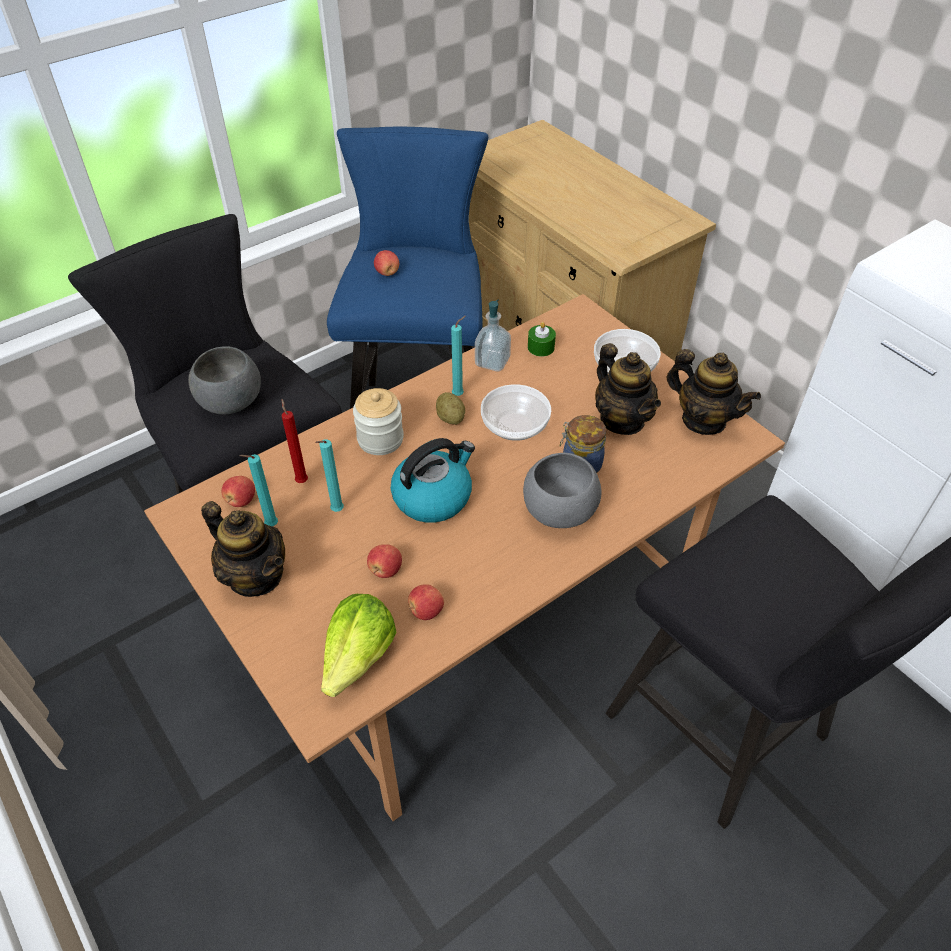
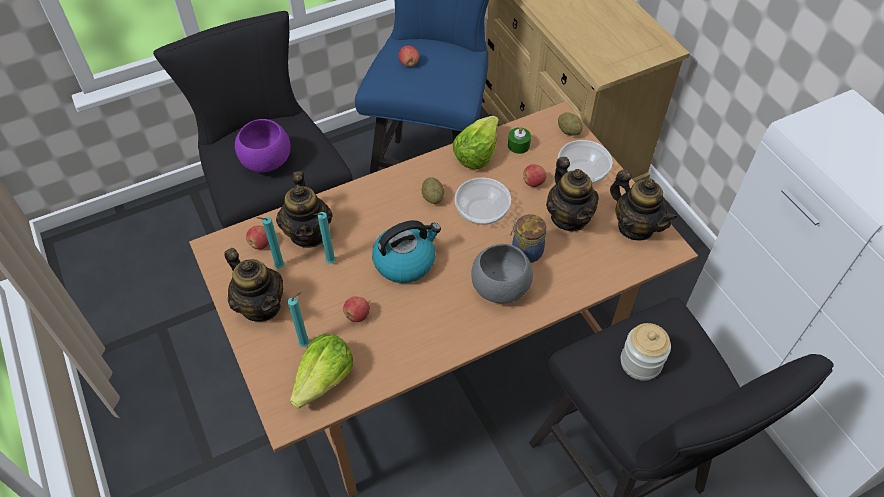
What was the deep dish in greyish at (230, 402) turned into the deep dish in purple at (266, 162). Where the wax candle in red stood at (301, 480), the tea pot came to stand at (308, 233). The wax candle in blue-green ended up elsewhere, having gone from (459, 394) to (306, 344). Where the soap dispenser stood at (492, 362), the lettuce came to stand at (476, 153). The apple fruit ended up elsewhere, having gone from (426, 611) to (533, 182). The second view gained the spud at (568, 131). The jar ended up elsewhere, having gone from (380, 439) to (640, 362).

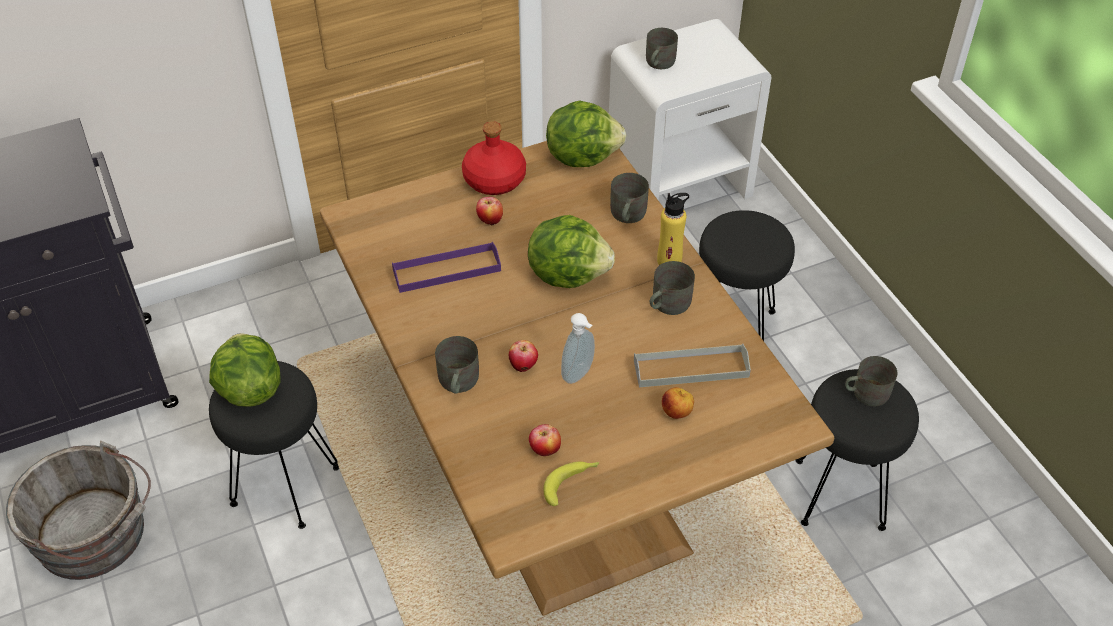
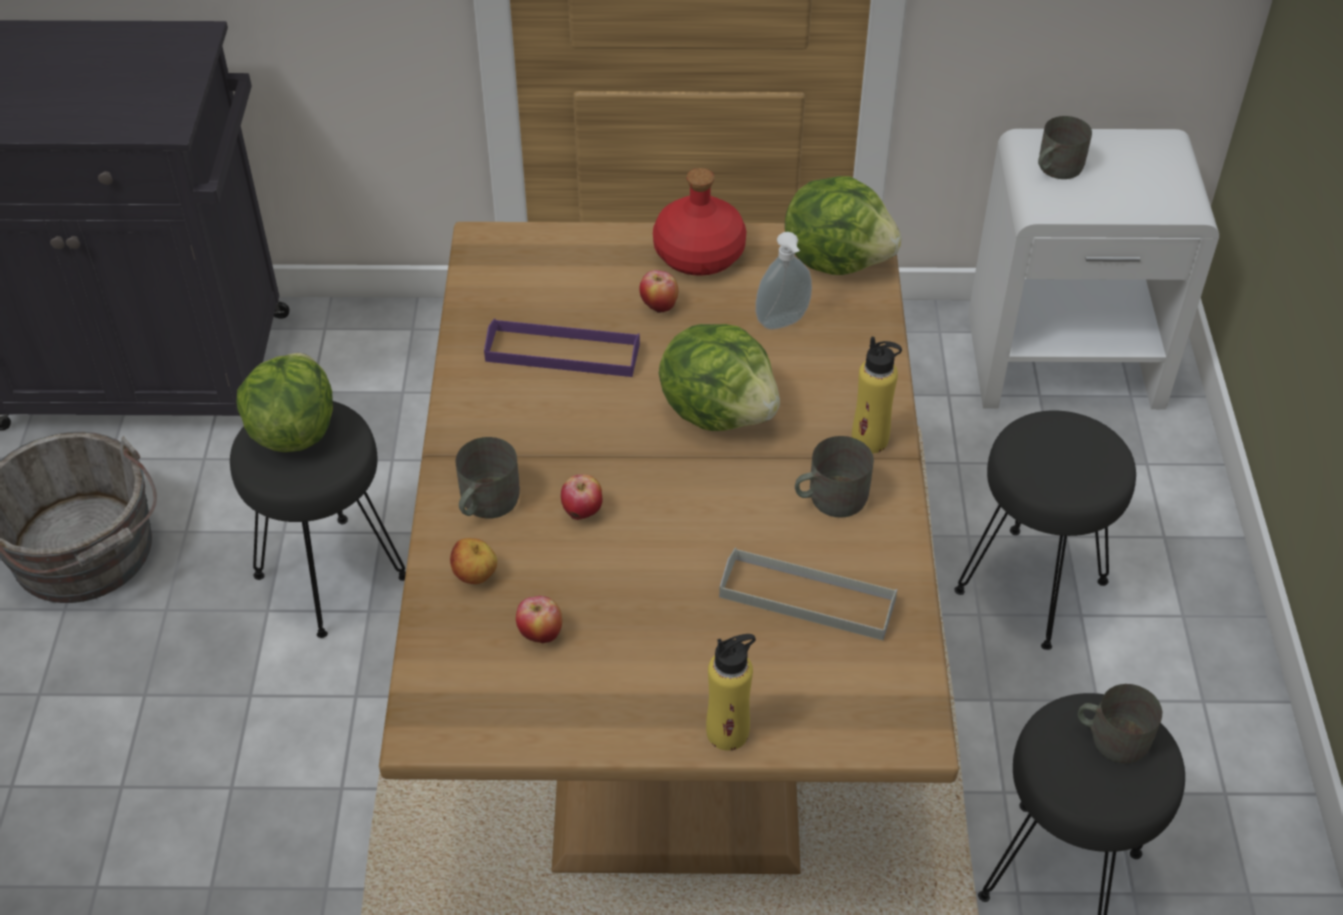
The apple fruit ended up elsewhere, having gone from (677, 413) to (475, 576). The second view gained the beverage bottle in yellowish at (728, 732). The soap dispenser ended up elsewhere, having gone from (579, 375) to (783, 323). The second view lost the banana at (571, 483). The second view lost the mug in greyish at (627, 215).

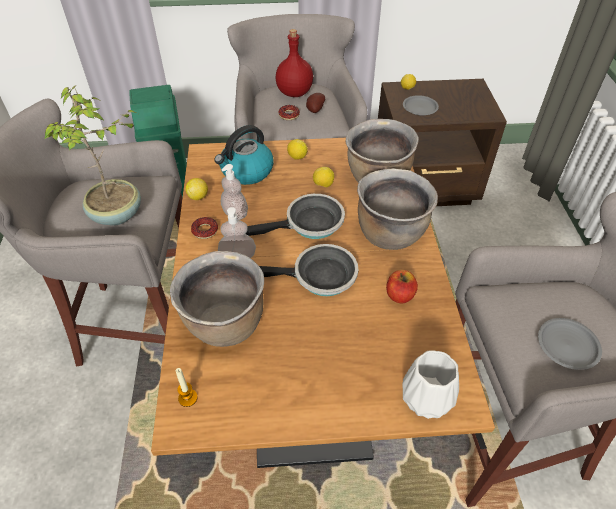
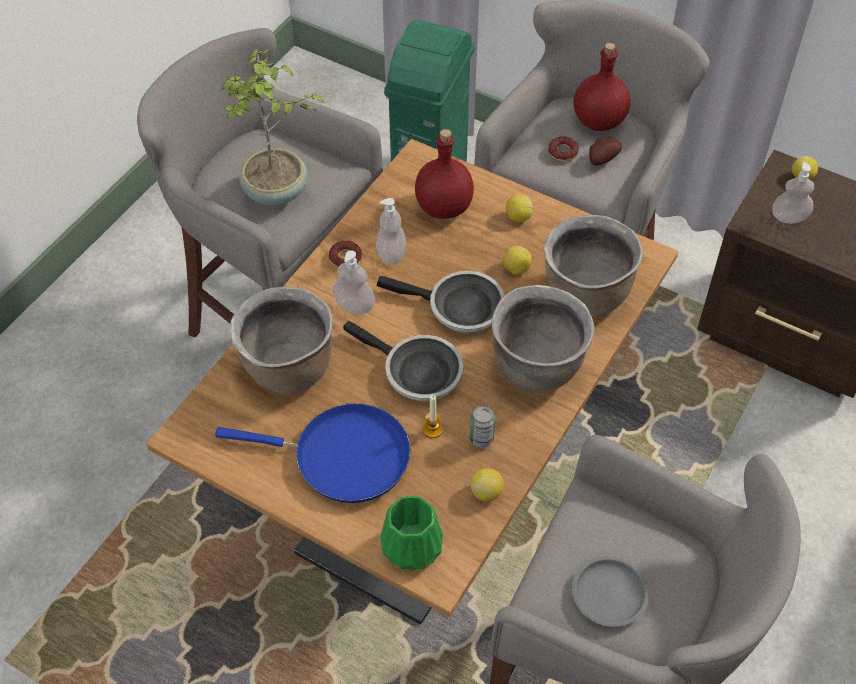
The second view gained the skillet in blue-coloured at (343, 457). What was the flower vase in whitish at (428, 397) turned into the flower vase in green-coloured at (413, 548). Where the water kettle stood at (246, 172), the beverage bottle in red came to stand at (445, 207). The wax candle ended up elsewhere, having gone from (188, 398) to (432, 429). Where the apple fruit stood at (400, 295), the sealed can came to stand at (481, 439). The whole lemon ended up elsewhere, having gone from (198, 196) to (486, 492). Where the flat dish in greyish stood at (420, 108), the soap dispenser came to stand at (789, 217).

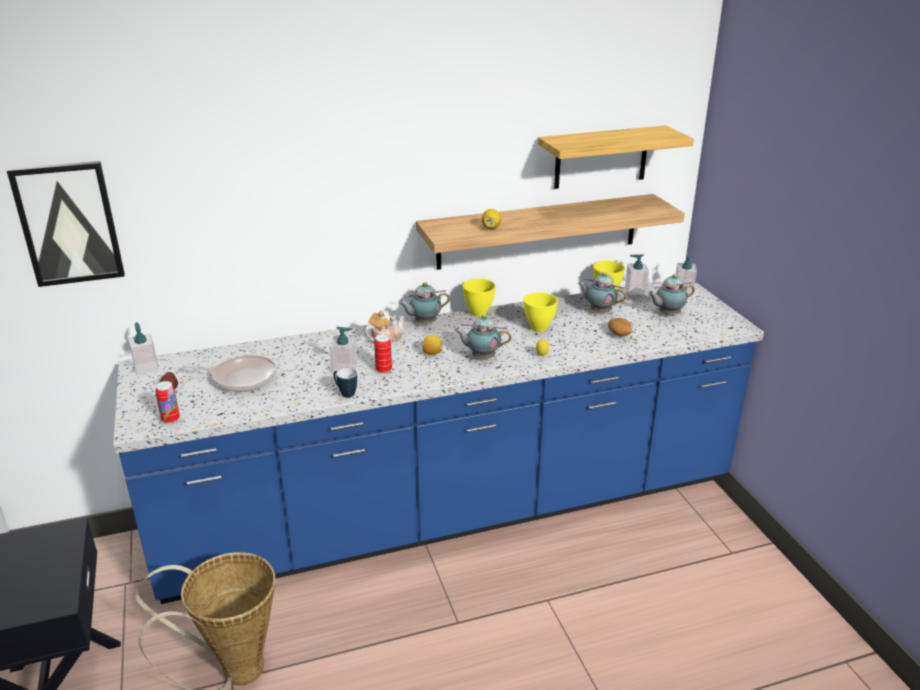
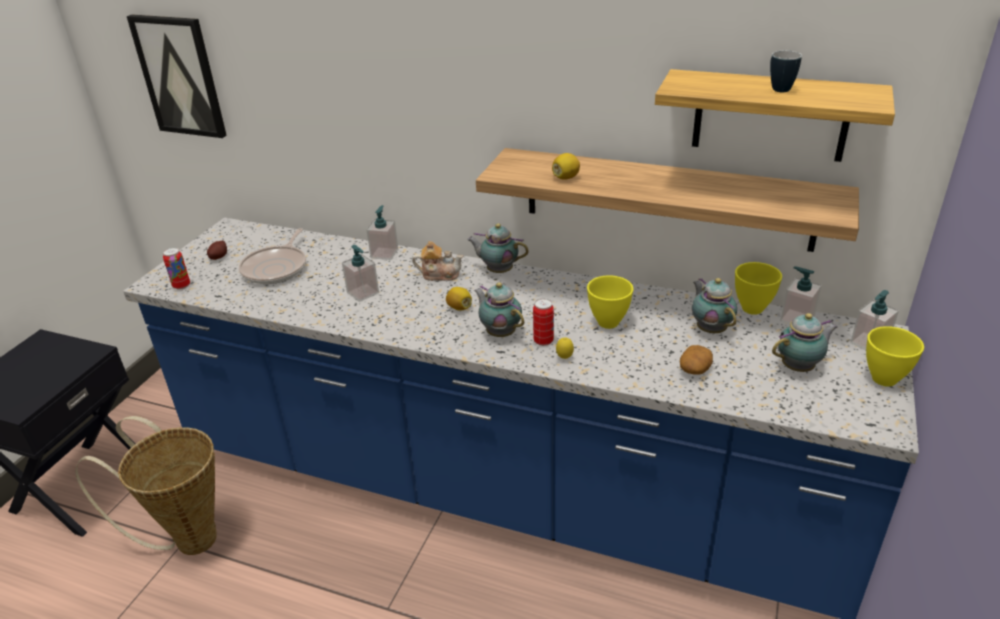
The skillet at (241, 378) ended up facing another way, 60 degrees clockwise from before. The soap dispenser ended up elsewhere, having gone from (146, 367) to (384, 253). The sealed can ended up elsewhere, having gone from (384, 370) to (543, 341). The mug ended up elsewhere, having gone from (345, 393) to (778, 88). The tea pot at (667, 314) ended up facing another way, 135 degrees clockwise from before. The deep dish in yellowish ended up elsewhere, having gone from (477, 313) to (882, 378).

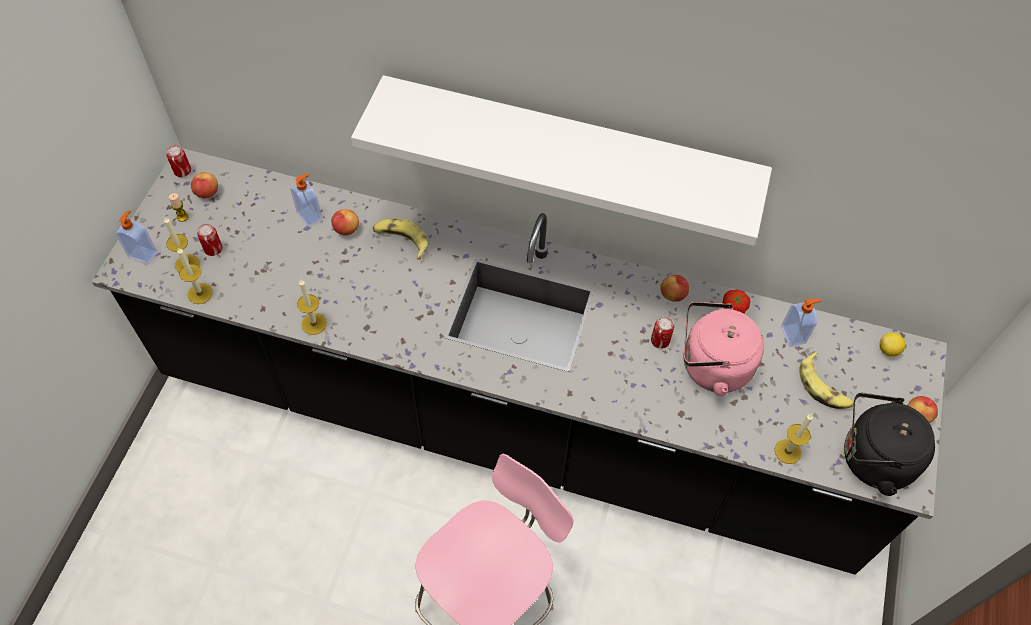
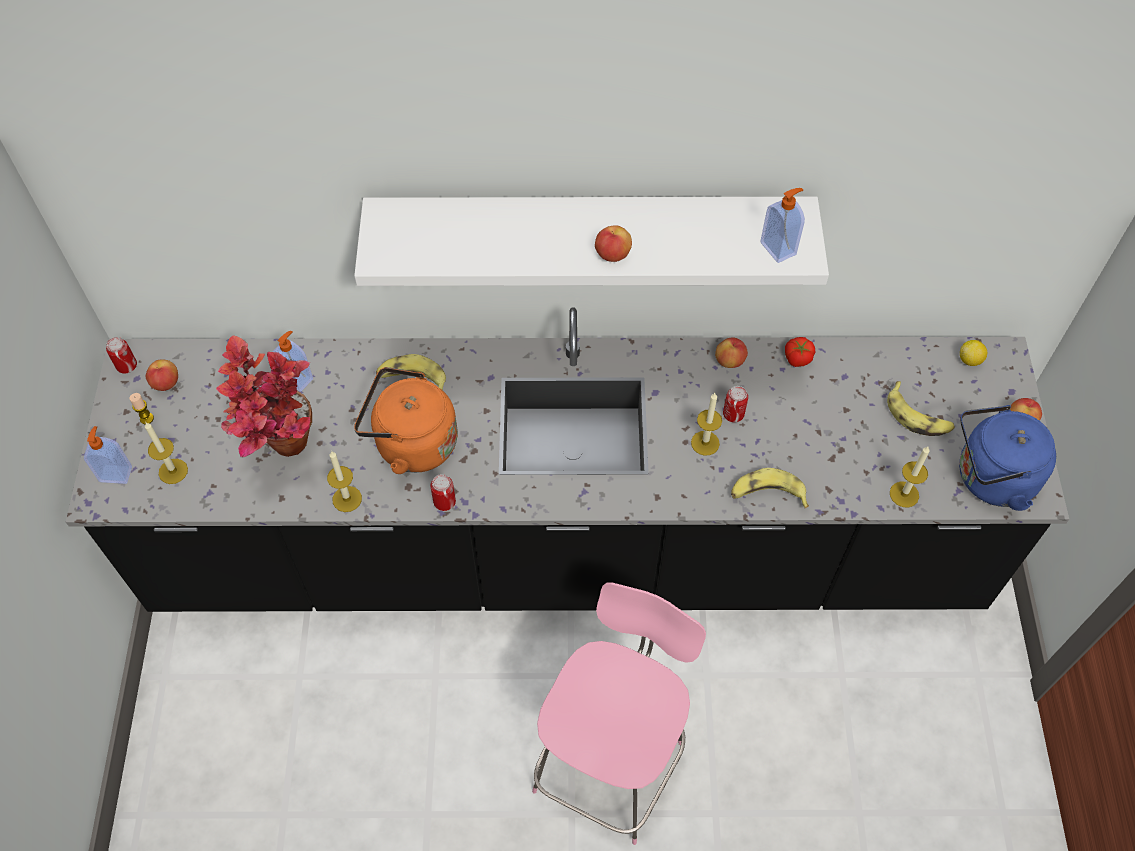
The second view gained the houseplant at (283, 453). The second view gained the water kettle in orange at (411, 443). The sealed can ended up elsewhere, having gone from (213, 249) to (444, 502). The apple fruit ended up elsewhere, having gone from (346, 229) to (612, 255). The wax candle ended up elsewhere, having gone from (200, 293) to (705, 443). The second view gained the banana at (767, 494). The soap dispenser ended up elsewhere, having gone from (794, 335) to (779, 248). What was the water kettle in blackish at (871, 459) turned into the water kettle in blue-coloured at (990, 478). The second view lost the water kettle in pink at (711, 366).

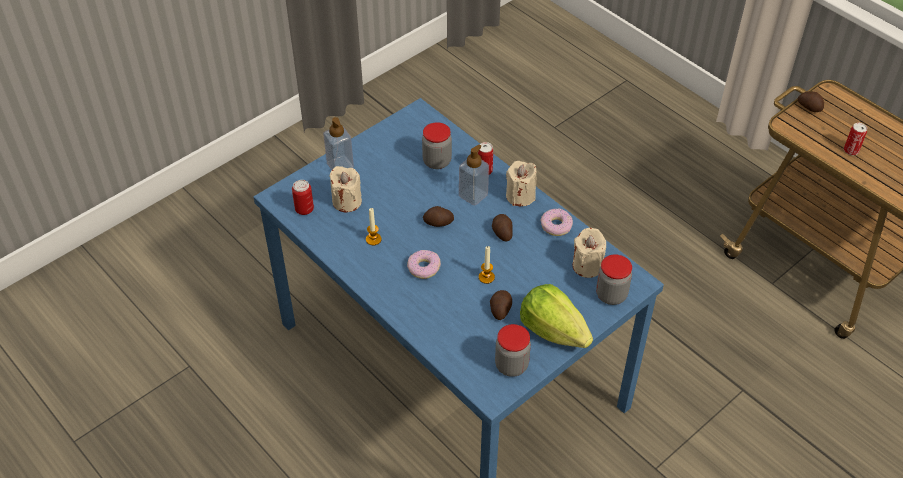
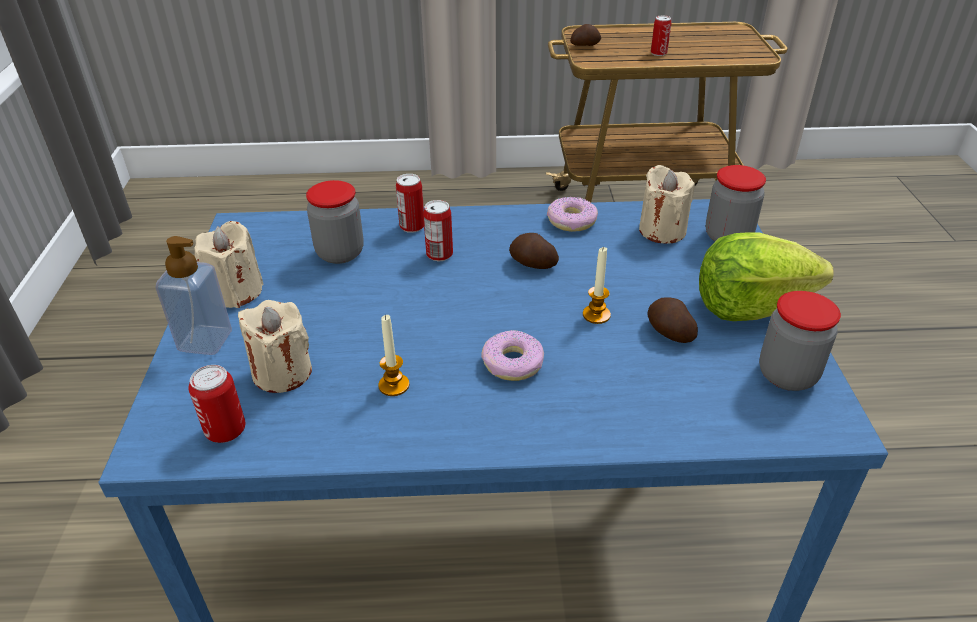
The wax candle in beige ended up elsewhere, having gone from (520, 196) to (236, 292). Where the soap dispenser stood at (473, 195), the sealed can came to stand at (439, 254). The second view lost the spud at (438, 223).

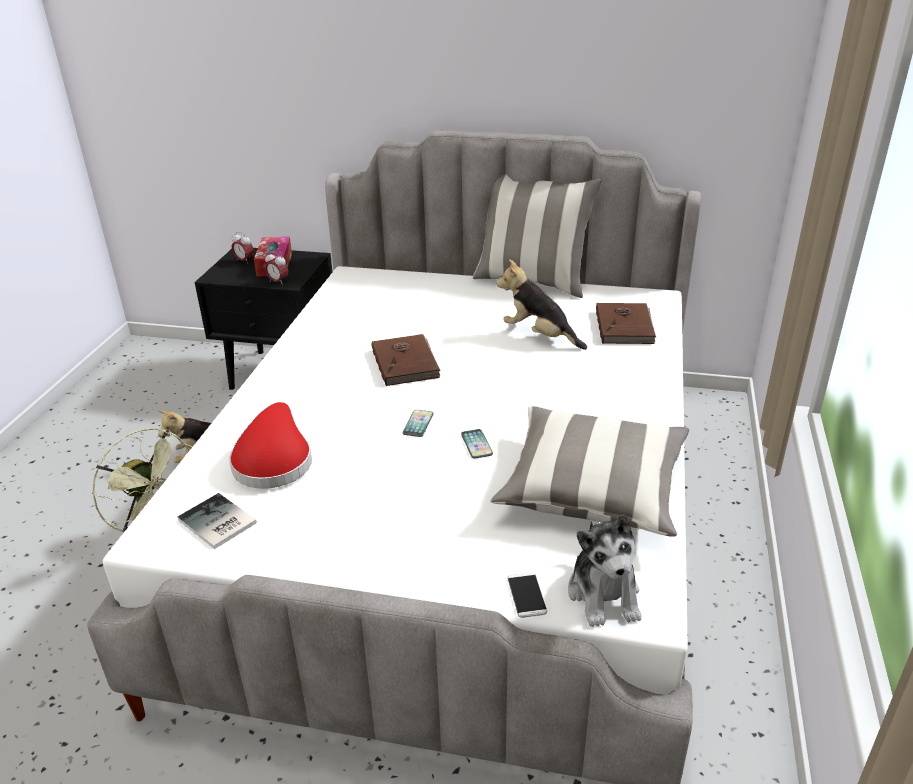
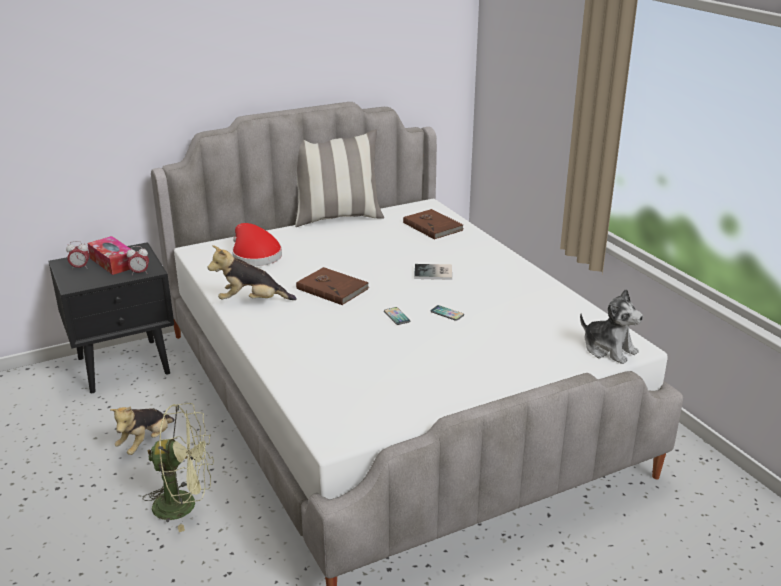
The plush toy ended up elsewhere, having gone from (539, 336) to (252, 301). The wearable hat in red ended up elsewhere, having gone from (274, 461) to (254, 255). The volume ended up elsewhere, having gone from (216, 523) to (434, 273). The second view lost the pillow at (592, 489). The second view lost the handset at (526, 595).

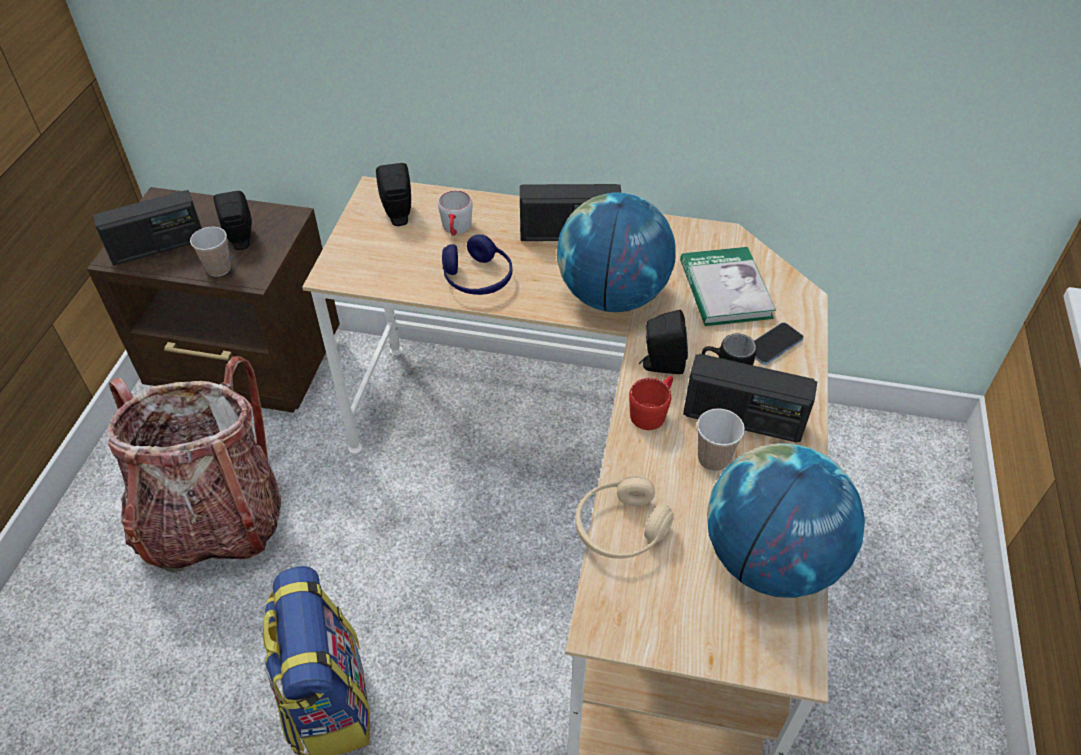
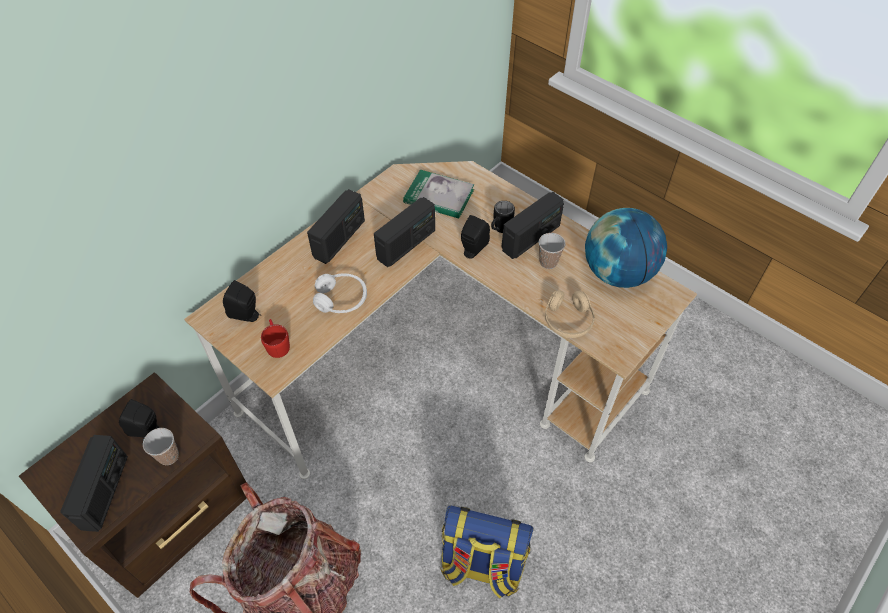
The mug in red ended up elsewhere, having gone from (652, 411) to (276, 344). What was the headphones in blue-coloured at (477, 278) turned into the headphones in whitish at (341, 299). Where the desk globe stood at (612, 296), the radio came to stand at (406, 244). The second view lost the mug in greyish at (456, 229). The second view lost the handset at (773, 345).

